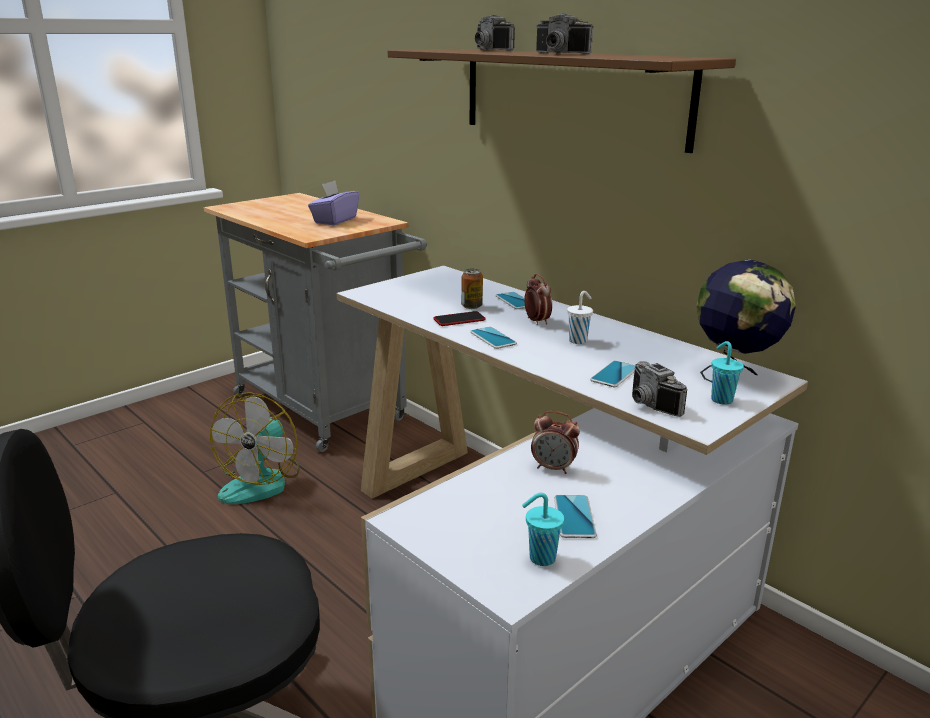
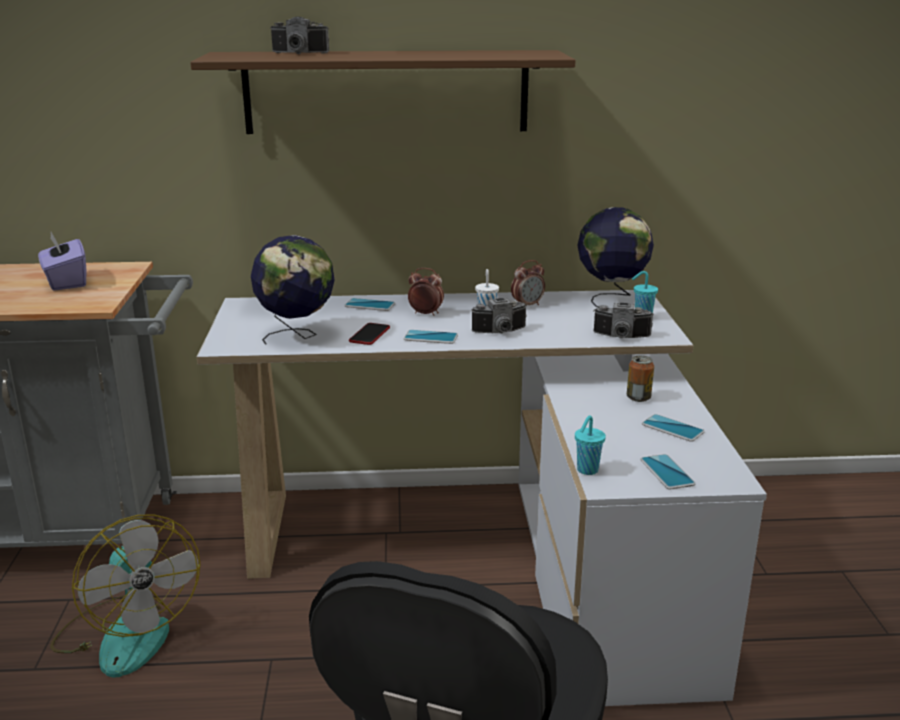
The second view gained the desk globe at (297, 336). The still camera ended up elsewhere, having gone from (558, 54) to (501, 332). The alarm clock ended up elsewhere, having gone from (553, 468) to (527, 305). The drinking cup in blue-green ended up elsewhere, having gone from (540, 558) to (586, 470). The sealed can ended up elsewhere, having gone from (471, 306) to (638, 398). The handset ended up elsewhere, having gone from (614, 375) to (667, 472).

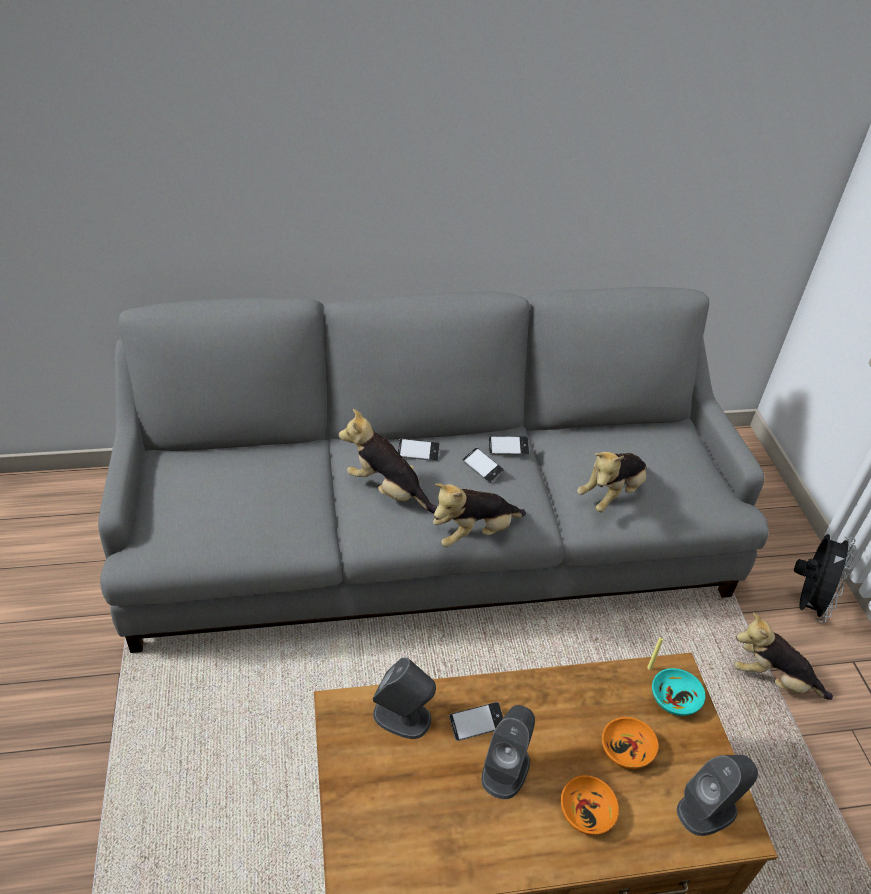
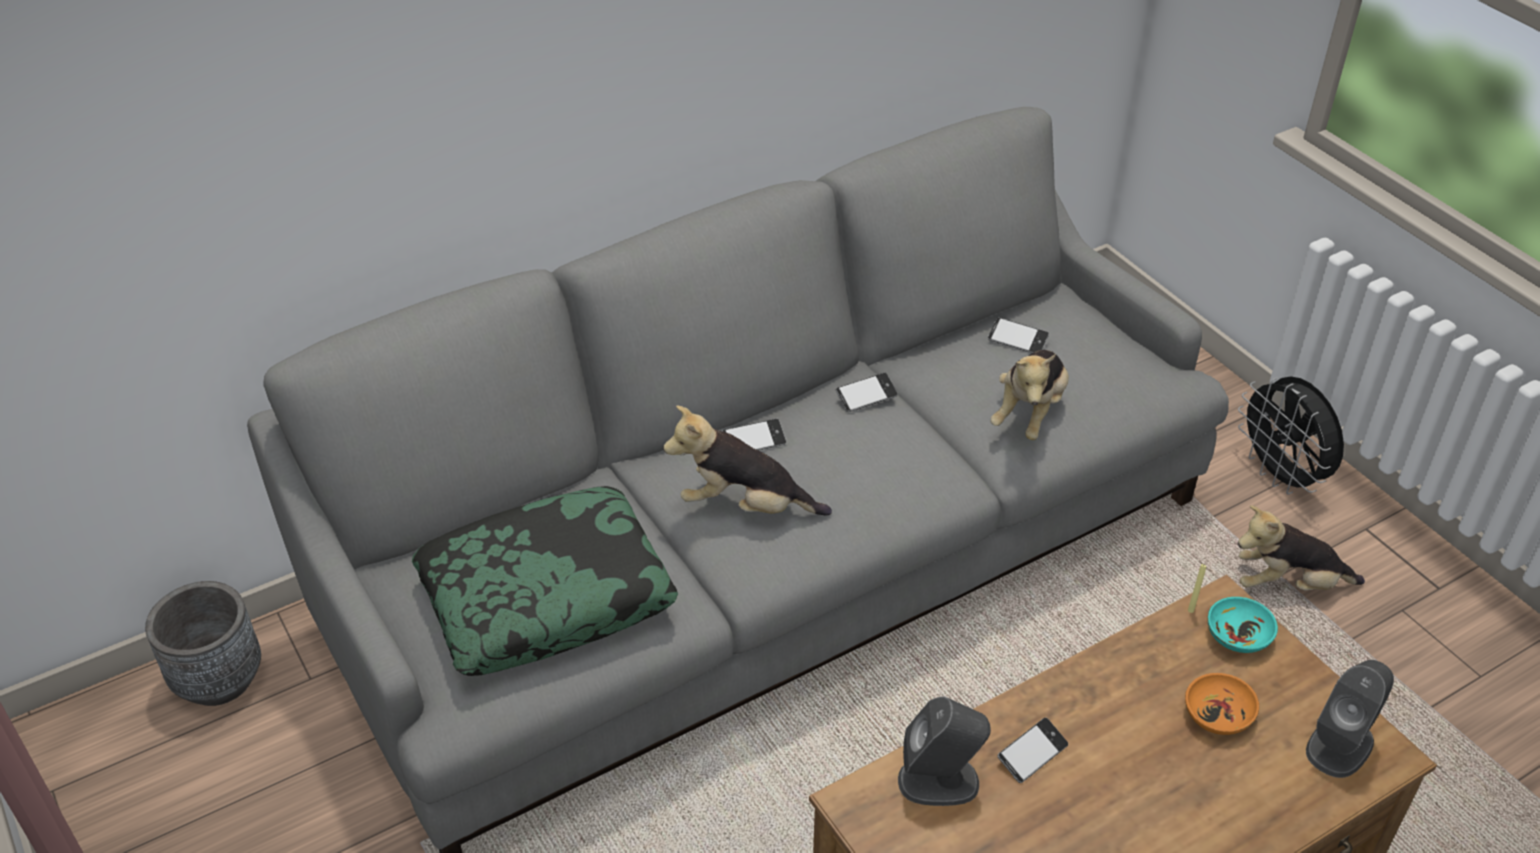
The second view gained the flower pot in greyish at (219, 680). The second view gained the pillow at (546, 596). The handset ended up elsewhere, having gone from (482, 468) to (1017, 340). The electric fan in blackish at (807, 602) ended up facing another way, 150 degrees clockwise from before. The second view lost the plush toy at (474, 533). The second view lost the speaker in greyish at (506, 769). The second view lost the deep dish in orange at (587, 811).

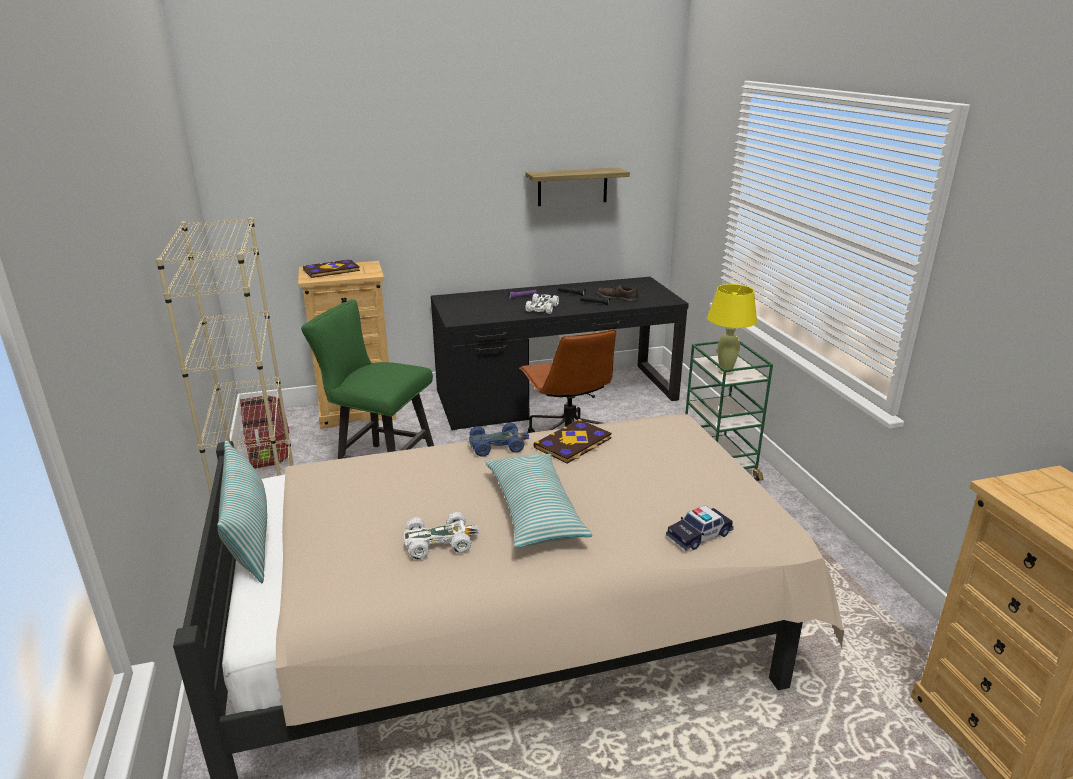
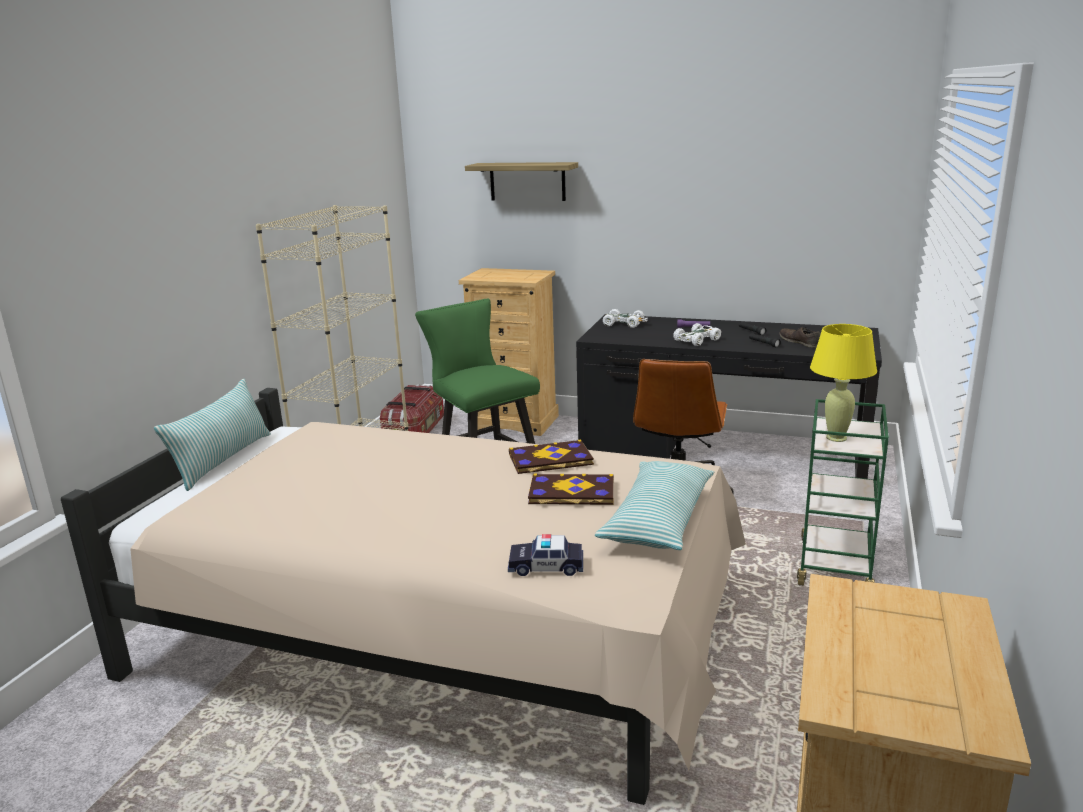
The bracket shelf ended up elsewhere, having gone from (572, 187) to (527, 181). The volume ended up elsewhere, having gone from (331, 270) to (571, 493). The pillow ended up elsewhere, having gone from (534, 511) to (658, 519). The toy car in whitish ended up elsewhere, having gone from (440, 542) to (624, 324). The second view lost the toy car in blue-coloured at (497, 446).

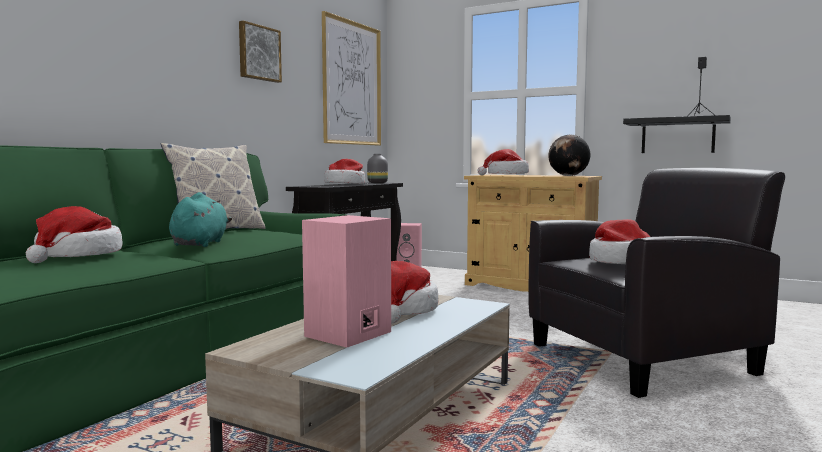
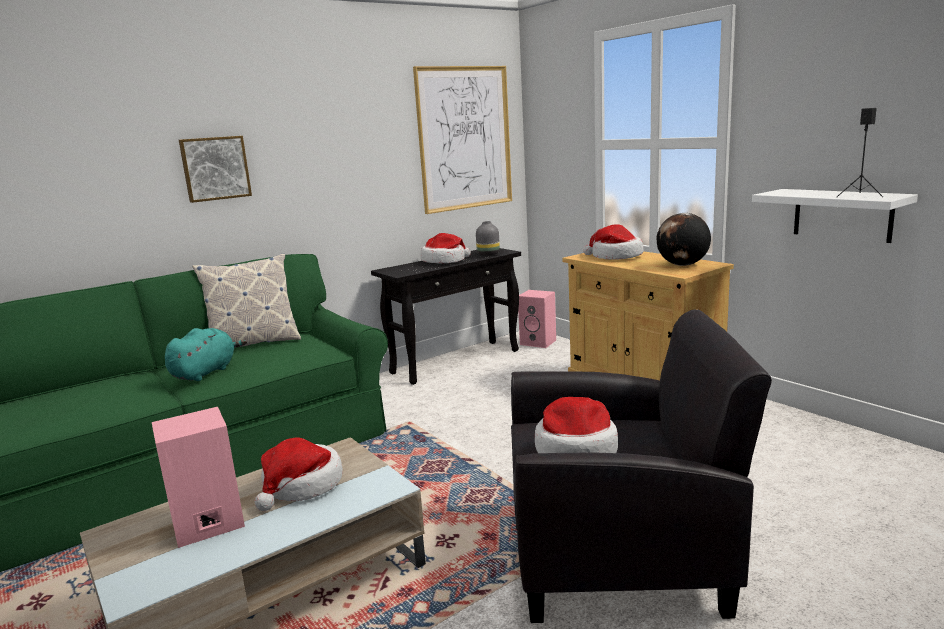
The wall picture ended up elsewhere, having gone from (258, 53) to (215, 168). What was the bracket shelf in blackish at (677, 136) turned into the bracket shelf in whitish at (842, 214). The second view lost the wearable hat at (77, 255).

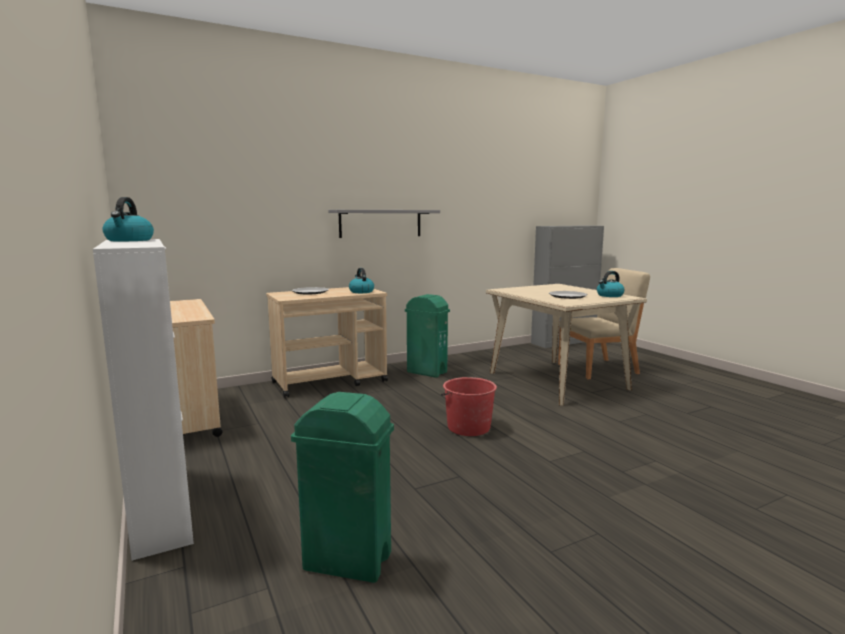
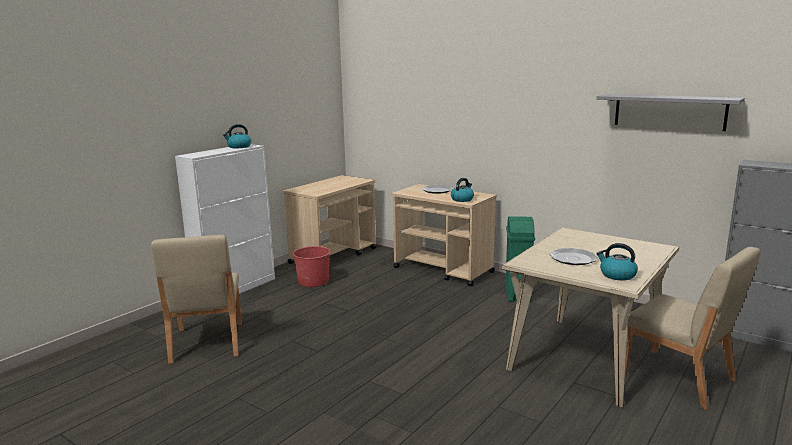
Where the waste bin in green-coloured stood at (348, 562), the plain chair in beige came to stand at (206, 343). The pail in red ended up elsewhere, having gone from (468, 427) to (313, 281). The bracket shelf in greyish ended up elsewhere, having gone from (380, 223) to (669, 111).

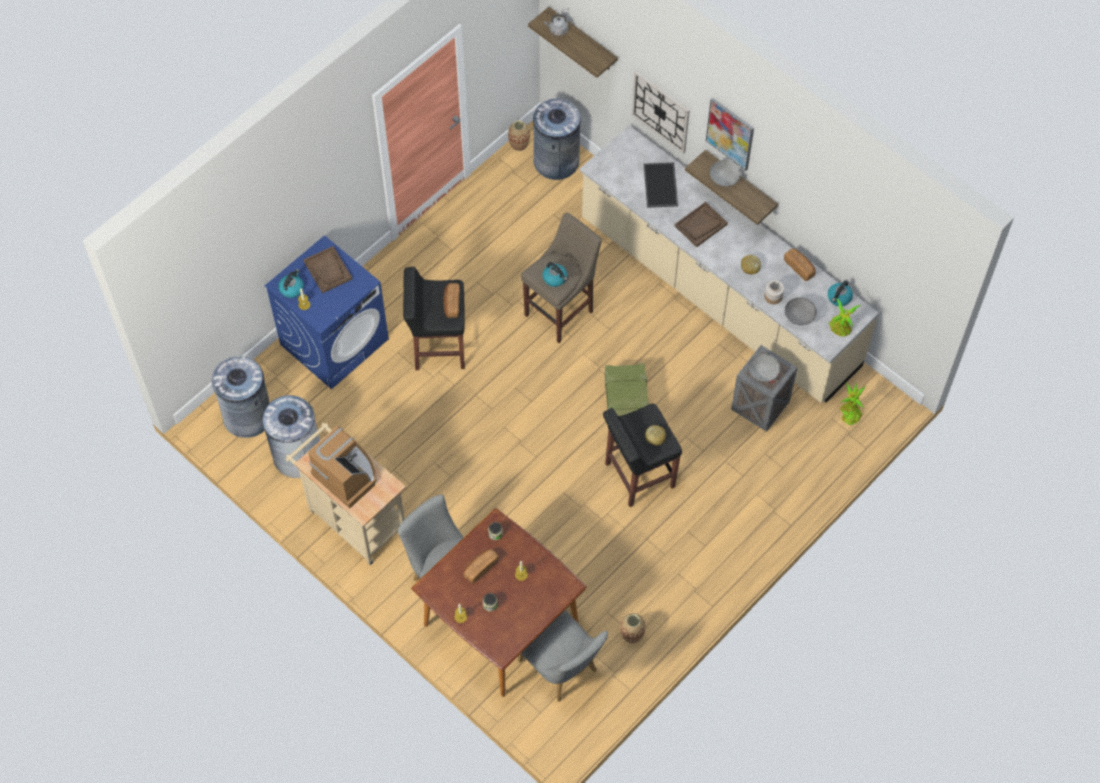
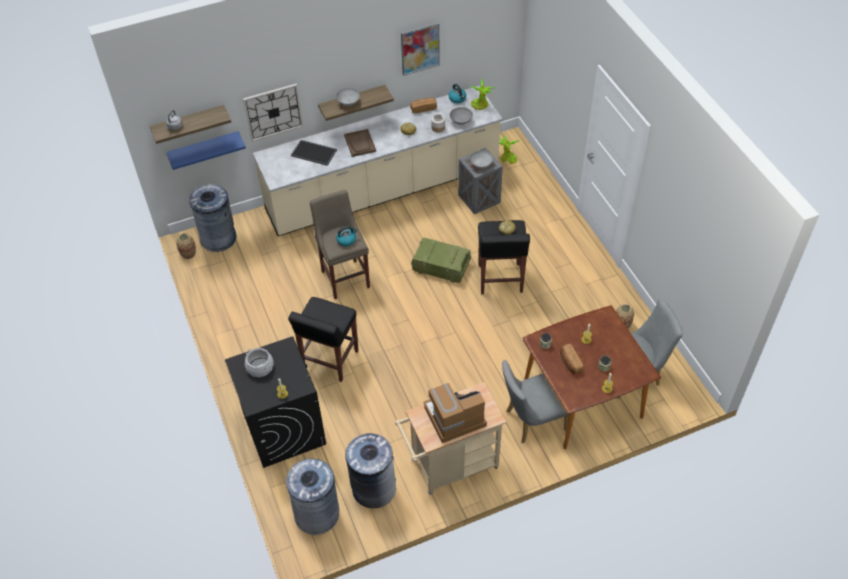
The second view gained the bracket shelf in blue-coloured at (204, 149). What was the washing machine in blue-coloured at (334, 341) turned into the washing machine in blackish at (283, 427). Where the serving tray in brown stood at (328, 270), the stockpot came to stand at (260, 367). The wall picture ended up elsewhere, having gone from (730, 133) to (420, 48). The second view lost the water kettle at (291, 288). The second view lost the baked bread at (451, 304).

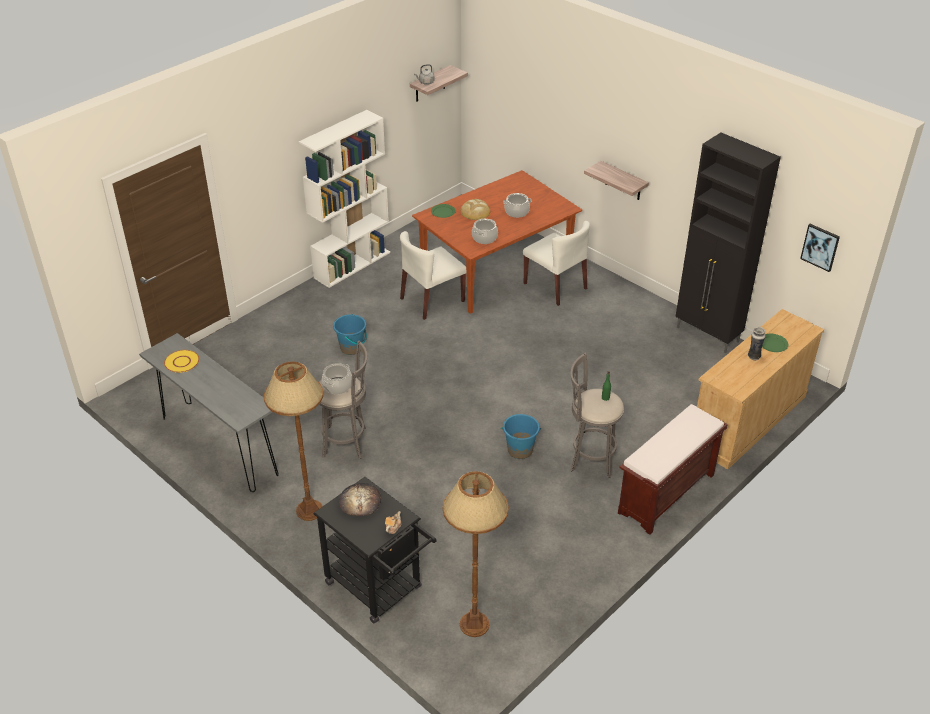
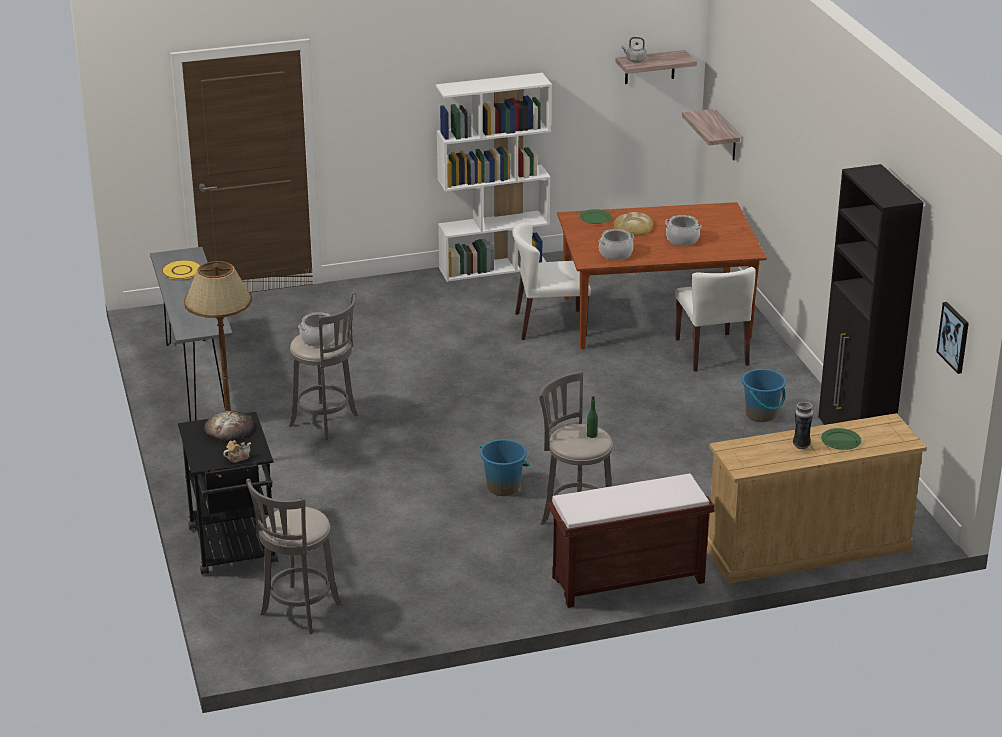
Where the floor lamp in brown stood at (474, 624), the stool in greyish came to stand at (298, 612). The bracket shelf ended up elsewhere, having gone from (623, 181) to (725, 136). The pail in blue-coloured ended up elsewhere, having gone from (351, 348) to (761, 414).

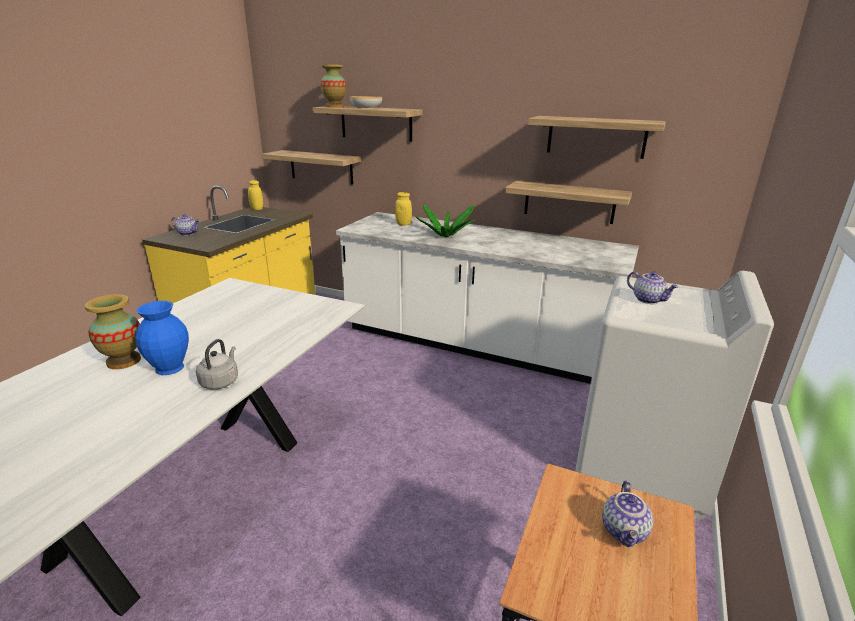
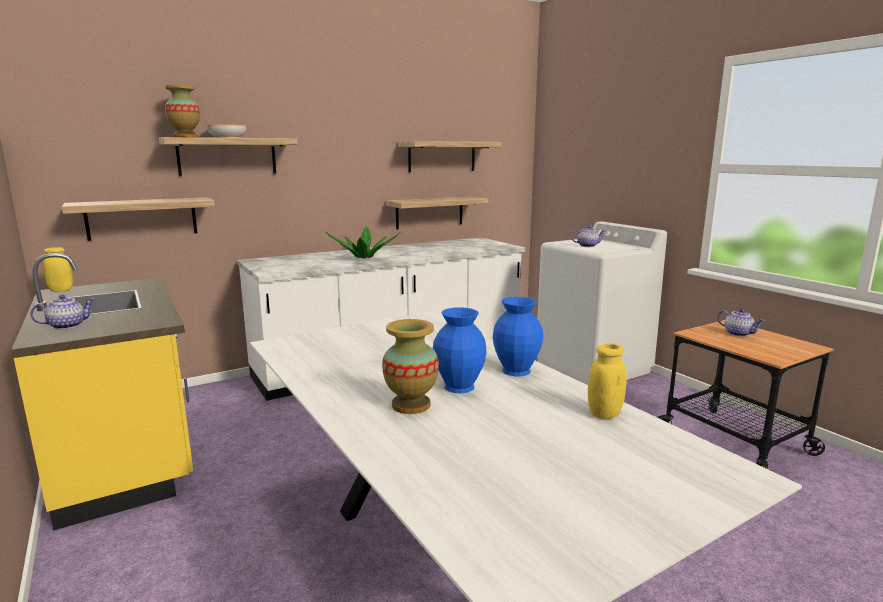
Where the water kettle in greyish stood at (220, 381), the flower vase in blue-coloured came to stand at (515, 371). The jar in yellowish ended up elsewhere, having gone from (403, 224) to (604, 413).

